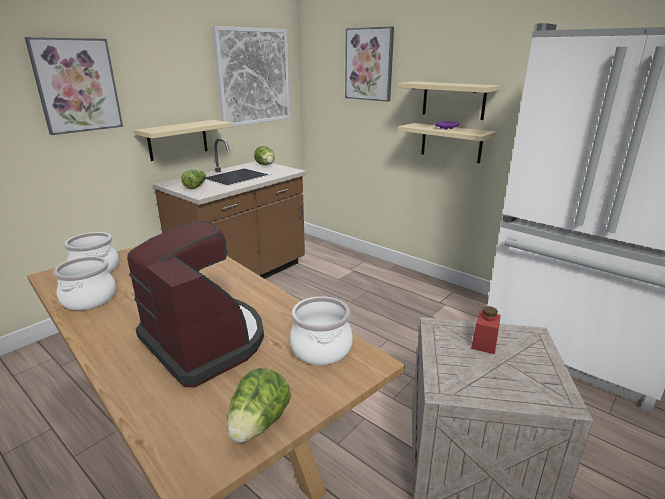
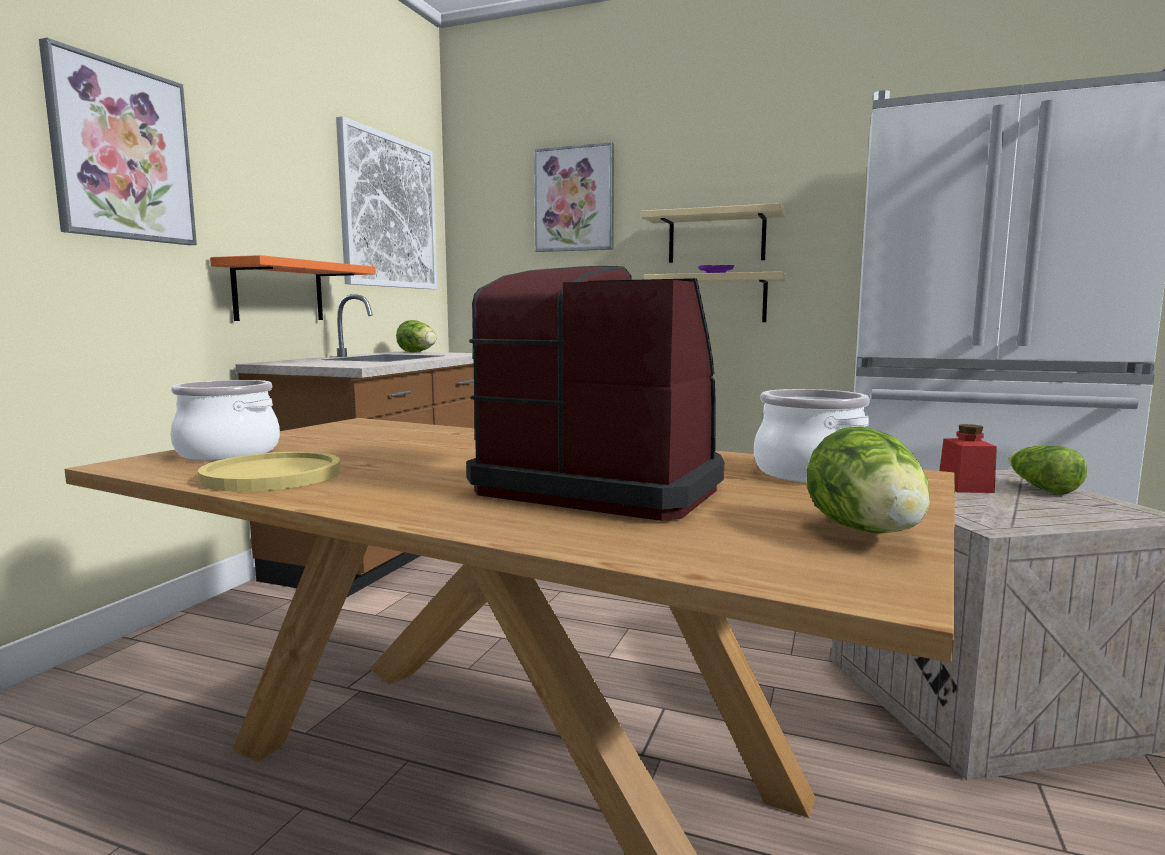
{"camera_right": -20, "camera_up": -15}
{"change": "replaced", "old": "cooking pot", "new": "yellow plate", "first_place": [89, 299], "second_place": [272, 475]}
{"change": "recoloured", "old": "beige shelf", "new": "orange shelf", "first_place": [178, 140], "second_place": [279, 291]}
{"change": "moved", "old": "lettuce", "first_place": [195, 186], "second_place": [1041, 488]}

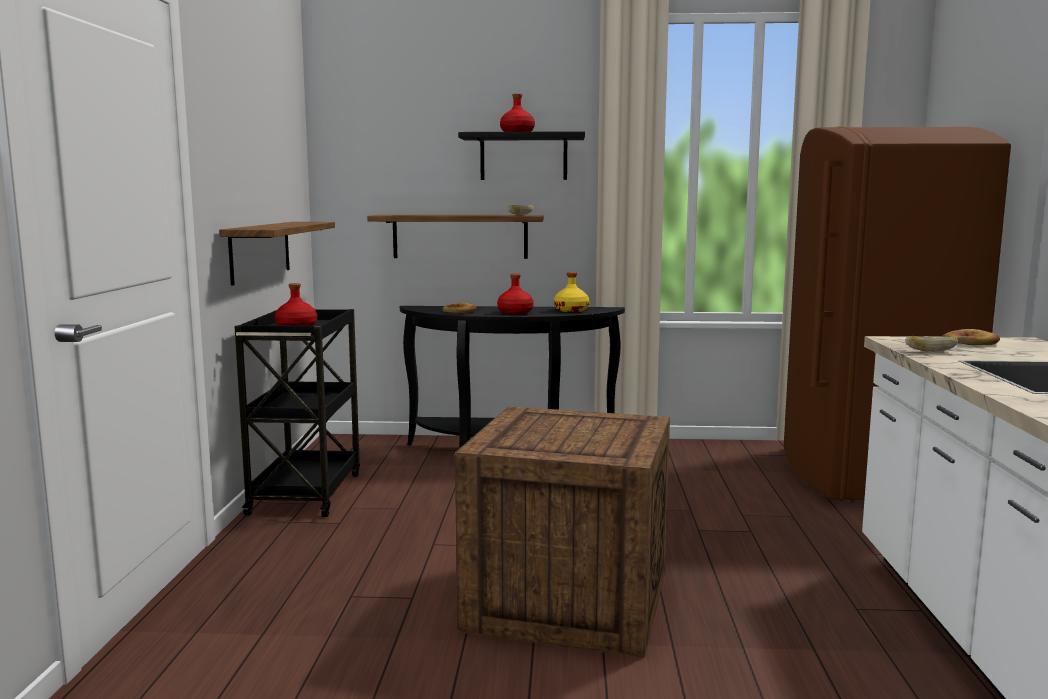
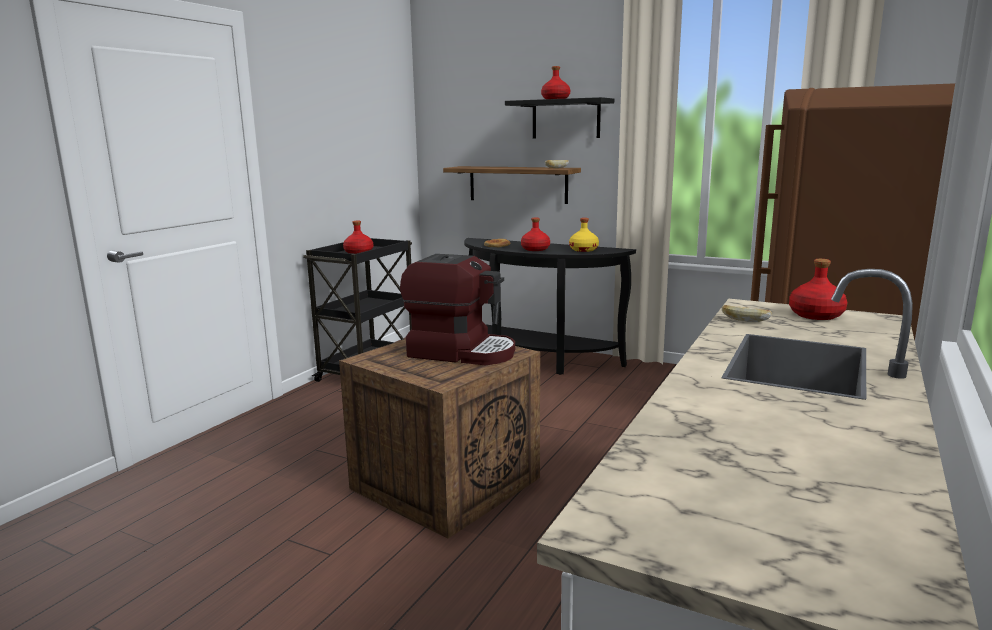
{"camera_right": 25, "camera_up": 5}
{"change": "removed", "old": "shelf", "first_place": [260, 251]}
{"change": "replaced", "old": "bread", "new": "red bottle", "first_place": [971, 342], "second_place": [816, 315]}
{"change": "added", "new": "coffee machine", "second_place": [461, 352]}

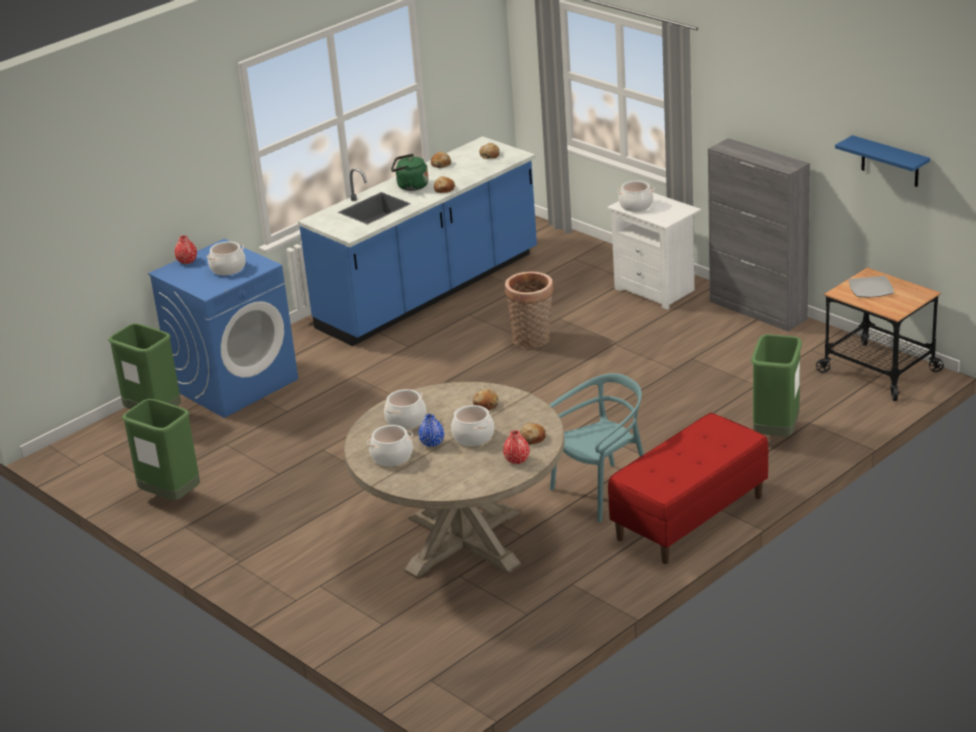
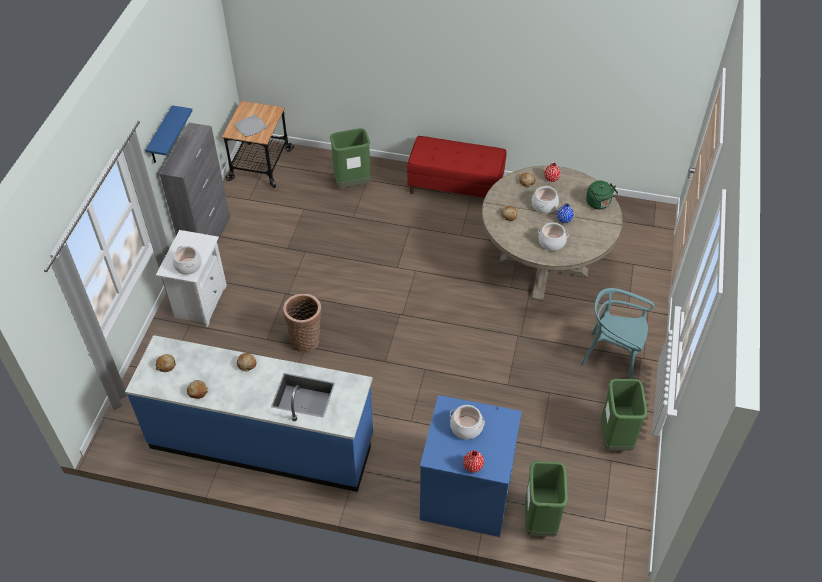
{"camera_right": -125, "camera_up": 20}
{"change": "removed", "old": "cooking pot", "first_place": [391, 457]}
{"change": "moved", "old": "green kettle", "first_place": [410, 186], "second_place": [599, 203]}
{"change": "moved", "old": "turquoise chair", "first_place": [602, 492], "second_place": [612, 357]}
{"change": "moved", "old": "blue shelf", "first_place": [890, 162], "second_place": [161, 137]}

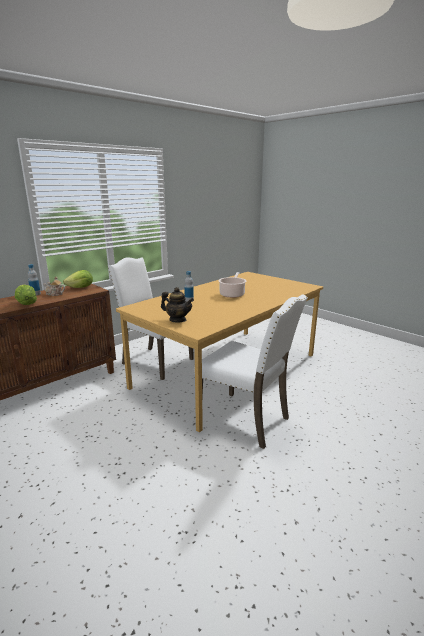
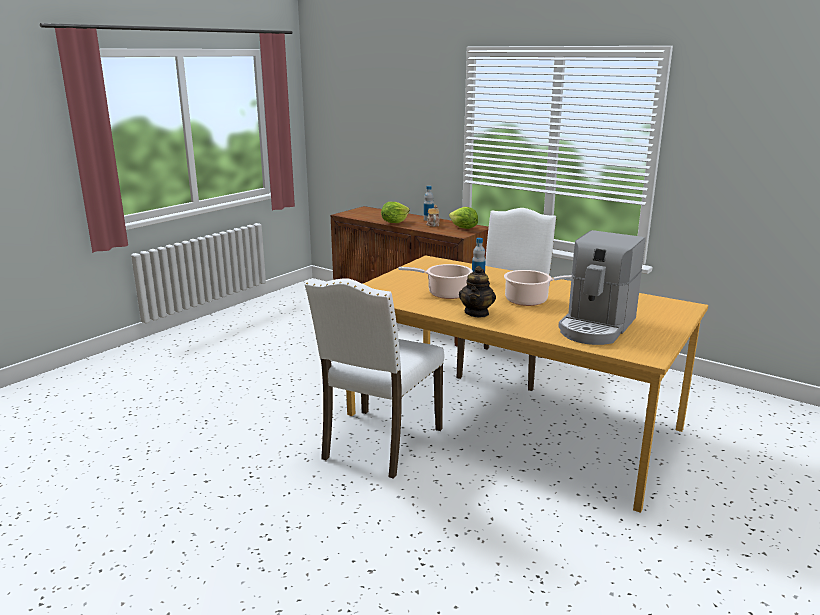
{"camera_right": 80, "camera_up": 0}
{"change": "moved", "old": "teapot", "first_place": [177, 320], "second_place": [477, 313]}
{"change": "added", "new": "cooking pot", "second_place": [445, 293]}
{"change": "added", "new": "coffee machine", "second_place": [596, 326]}

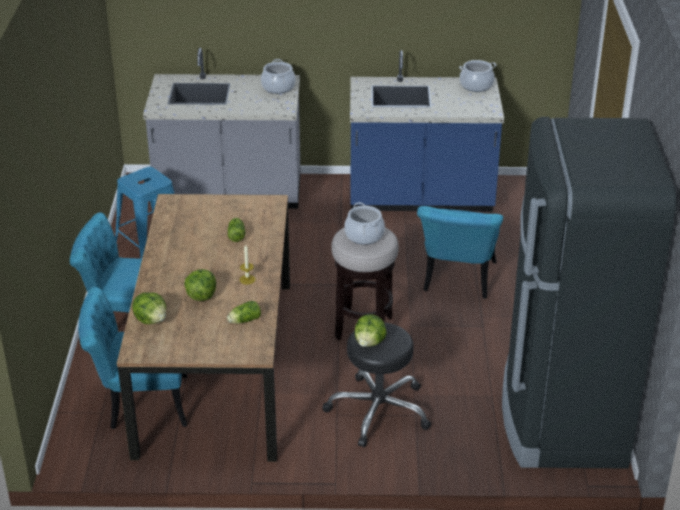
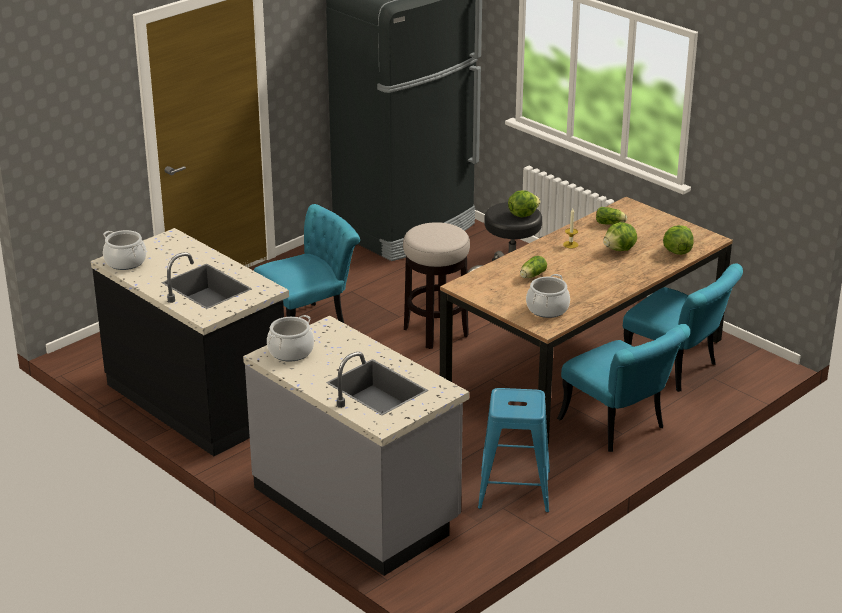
{"camera_right": -135, "camera_up": -5}
{"change": "moved", "old": "cooking pot", "first_place": [364, 235], "second_place": [547, 309]}
{"change": "recoloured", "old": "blue counter", "new": "black counter", "first_place": [420, 198], "second_place": [198, 400]}

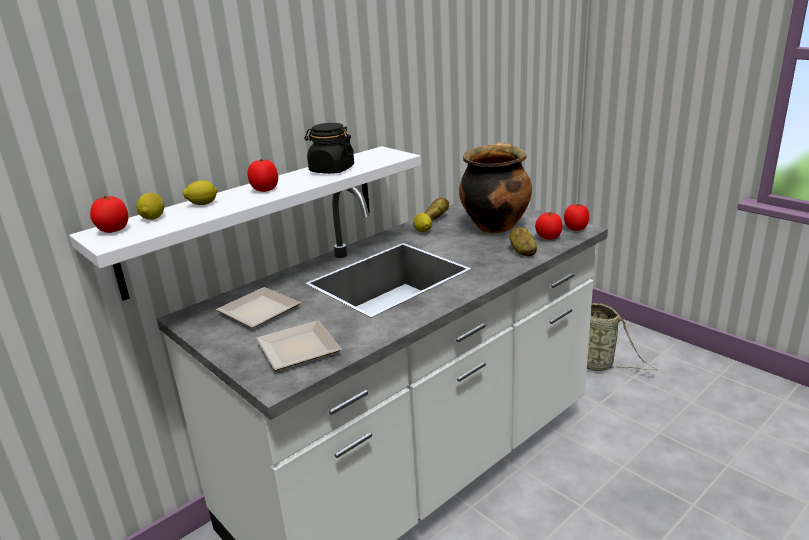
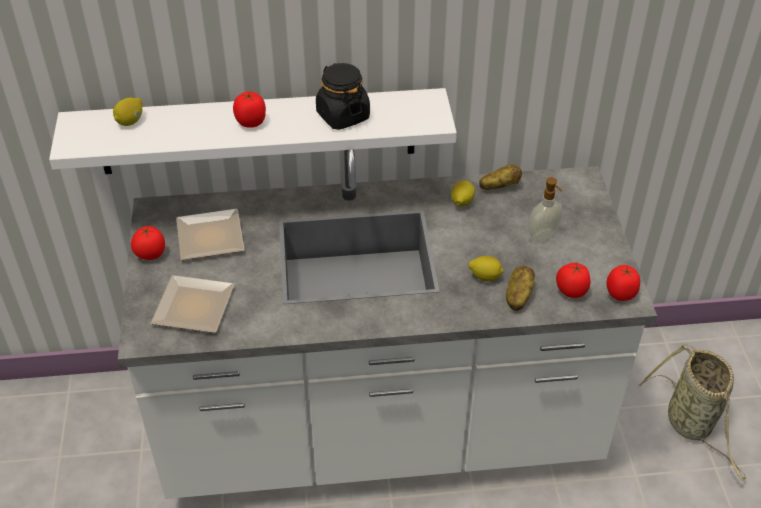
{"camera_right": 35, "camera_up": 20}
{"change": "moved", "old": "tomato", "first_place": [113, 231], "second_place": [150, 255]}
{"change": "moved", "old": "lemon", "first_place": [203, 204], "second_place": [485, 277]}
{"change": "replaced", "old": "cooking pot", "new": "soap dispenser", "first_place": [494, 226], "second_place": [543, 236]}

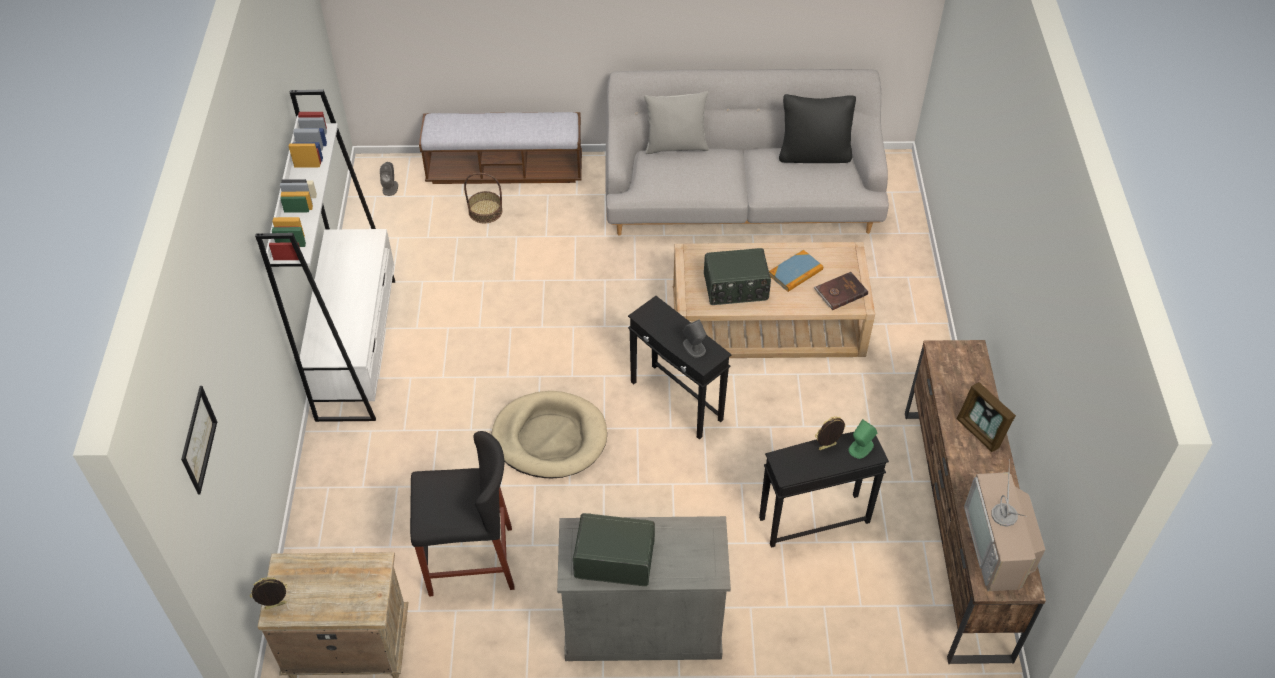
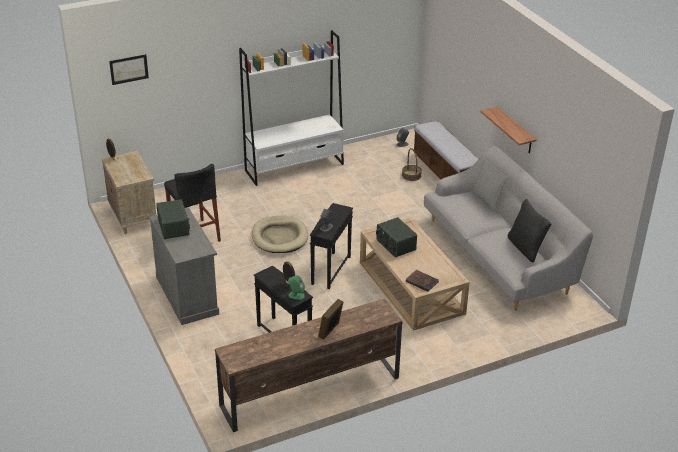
{"camera_right": 65, "camera_up": -15}
{"change": "removed", "old": "book", "first_place": [795, 272]}
{"change": "removed", "old": "television", "first_place": [999, 547]}
{"change": "added", "new": "shelf", "second_place": [515, 131]}

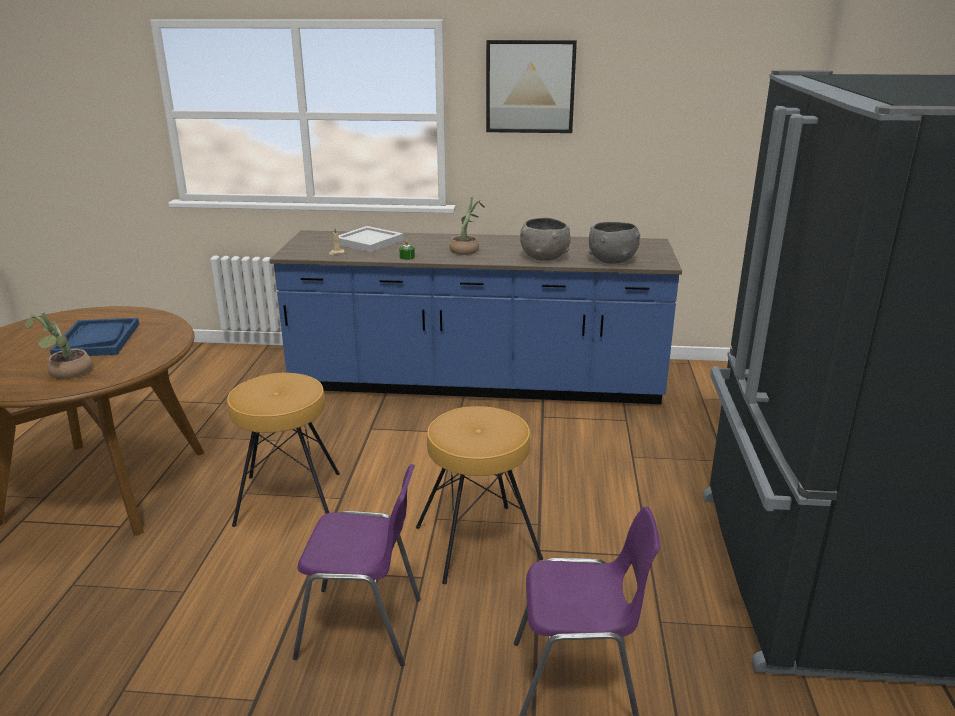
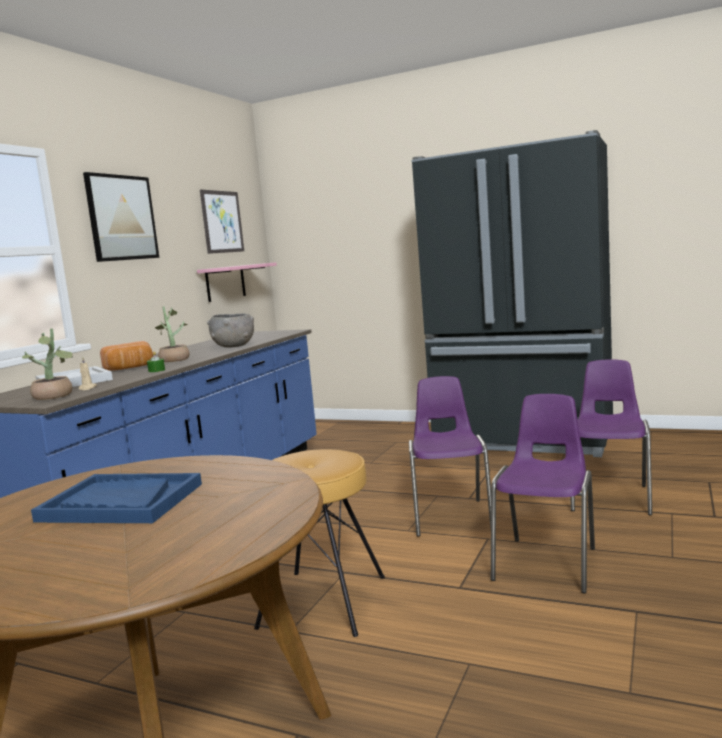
{"camera_right": -70, "camera_up": -15}
{"change": "moved", "old": "potted plant", "first_place": [67, 374], "second_place": [55, 396]}
{"change": "replaced", "old": "brown stool", "new": "purple chair", "first_place": [478, 543], "second_place": [451, 516]}
{"change": "removed", "old": "grey bowl", "first_place": [611, 260]}
{"change": "added", "new": "bread", "second_place": [130, 368]}
{"change": "added", "new": "pink shelf", "second_place": [225, 283]}
{"change": "added", "new": "picture", "second_place": [222, 222]}

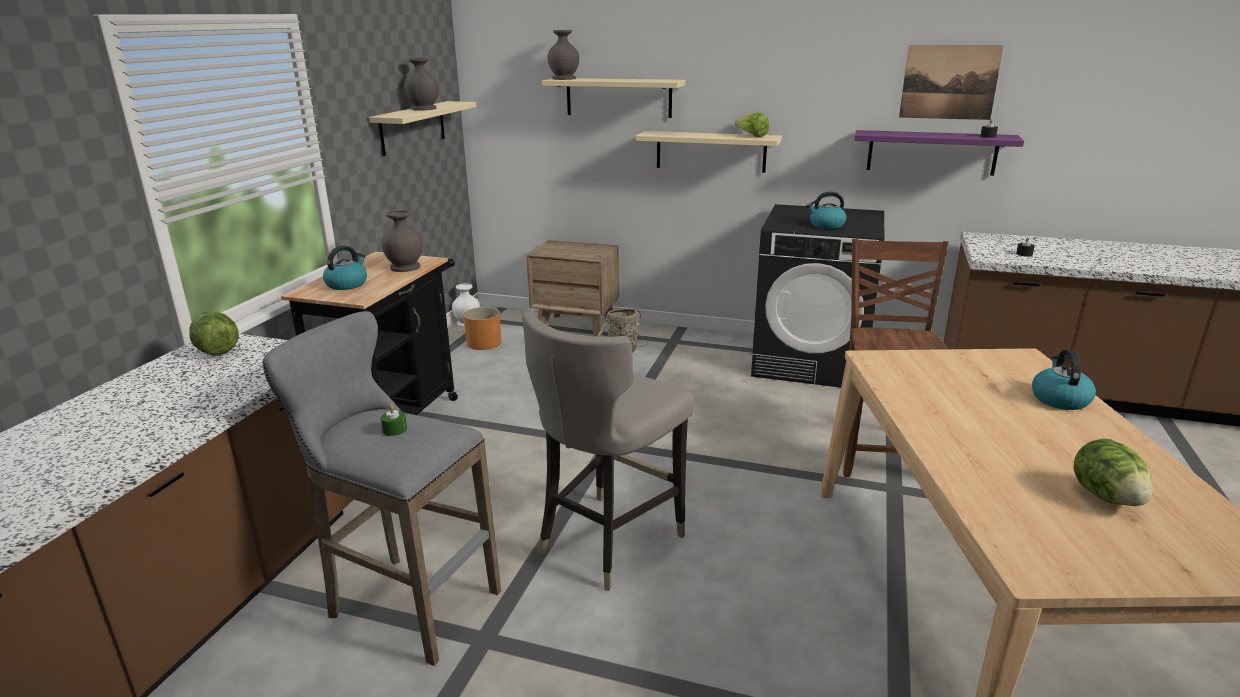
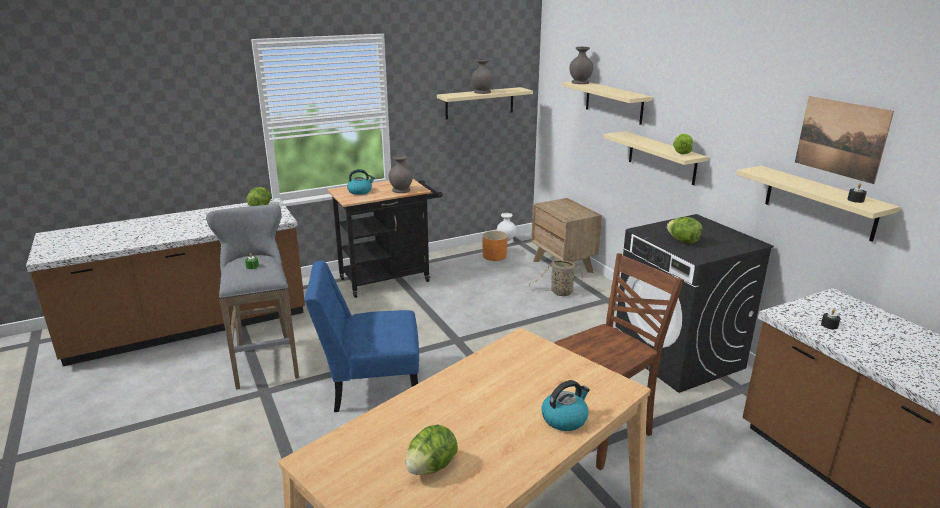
{"camera_right": 45, "camera_up": 0}
{"change": "replaced", "old": "grey stool", "new": "blue chair", "first_place": [607, 542], "second_place": [370, 385]}
{"change": "replaced", "old": "kettle", "new": "lettuce", "first_place": [826, 225], "second_place": [683, 241]}
{"change": "recoloured", "old": "purple shelf", "new": "beige shelf", "first_place": [931, 152], "second_place": [819, 202]}

